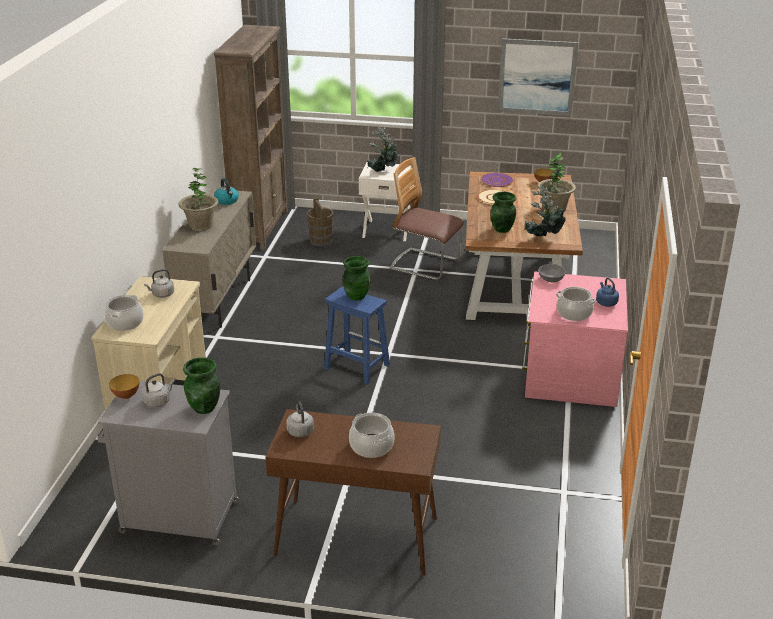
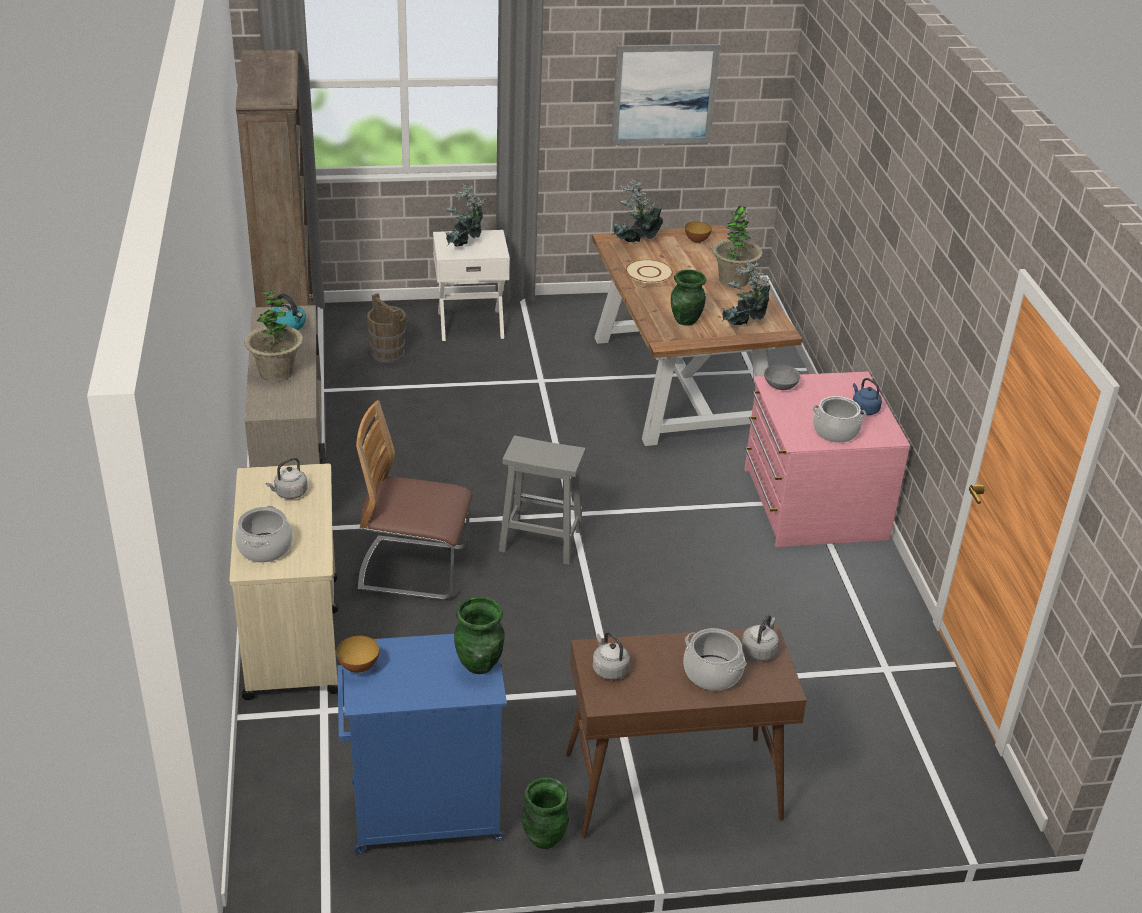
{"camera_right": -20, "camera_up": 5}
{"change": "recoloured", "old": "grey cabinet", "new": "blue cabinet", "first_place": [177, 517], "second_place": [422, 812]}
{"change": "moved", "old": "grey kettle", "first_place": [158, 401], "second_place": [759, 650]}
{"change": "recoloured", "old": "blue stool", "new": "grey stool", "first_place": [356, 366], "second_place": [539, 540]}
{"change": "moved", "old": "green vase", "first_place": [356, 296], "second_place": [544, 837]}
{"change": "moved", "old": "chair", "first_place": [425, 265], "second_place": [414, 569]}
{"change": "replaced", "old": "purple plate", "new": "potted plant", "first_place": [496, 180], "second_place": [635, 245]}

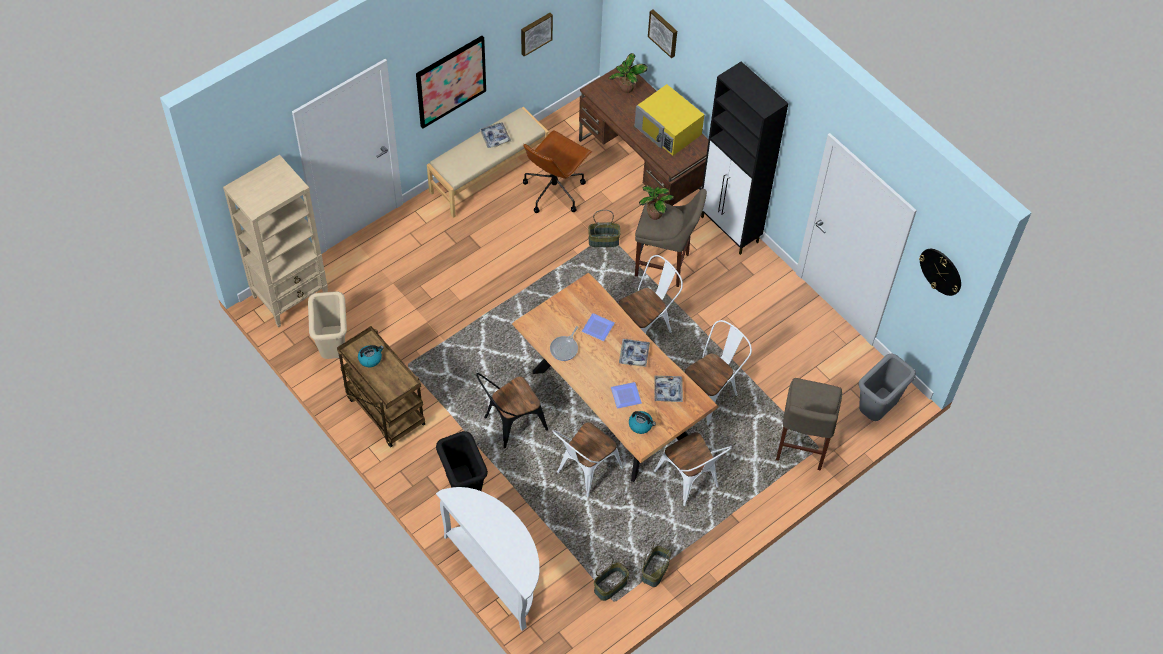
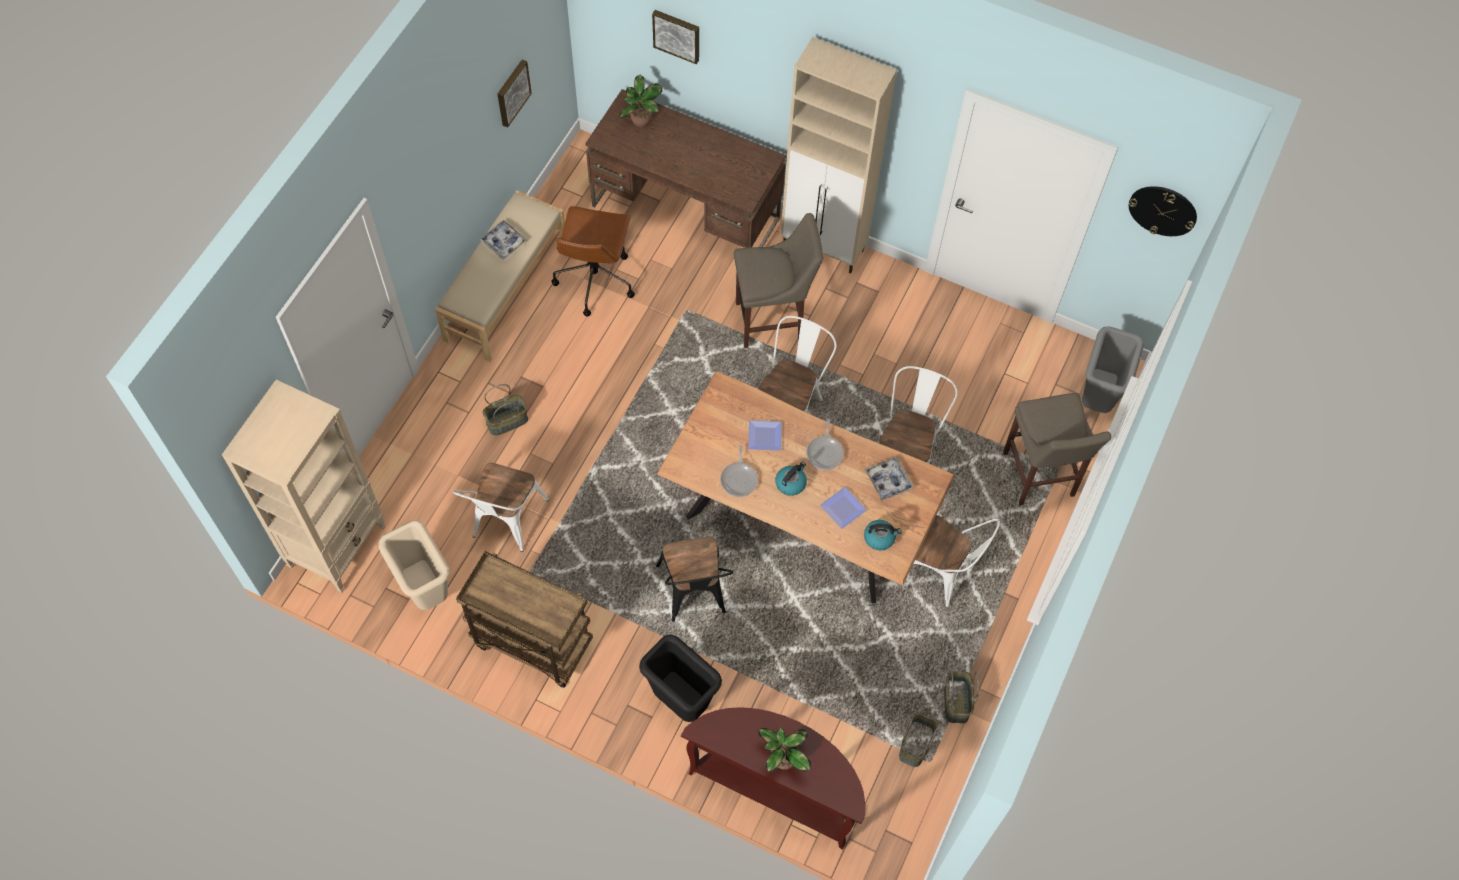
{"camera_right": -25, "camera_up": 5}
{"change": "moved", "old": "kettle", "first_place": [370, 358], "second_place": [791, 483]}
{"change": "removed", "old": "picture", "first_place": [450, 81]}
{"change": "recoloured", "old": "white console table", "new": "brown console table", "first_place": [497, 572], "second_place": [776, 789]}
{"change": "turned", "old": "black chair", "first_place": [510, 424], "second_place": [694, 594], "degrees": -45}
{"change": "moved", "old": "white chair", "first_place": [584, 472], "second_place": [506, 523]}
{"change": "moved", "old": "basket", "first_place": [604, 240], "second_place": [507, 420]}
{"change": "replaced", "old": "tray", "new": "frying pan", "first_place": [634, 355], "second_place": [825, 452]}
{"change": "removed", "old": "yellow microwave", "first_place": [668, 130]}
{"change": "moved", "old": "potted plant", "first_place": [653, 214], "second_place": [782, 760]}
{"change": "recoloured", "old": "black cabinet", "new": "beige cabinet", "first_place": [730, 230], "second_place": [824, 248]}

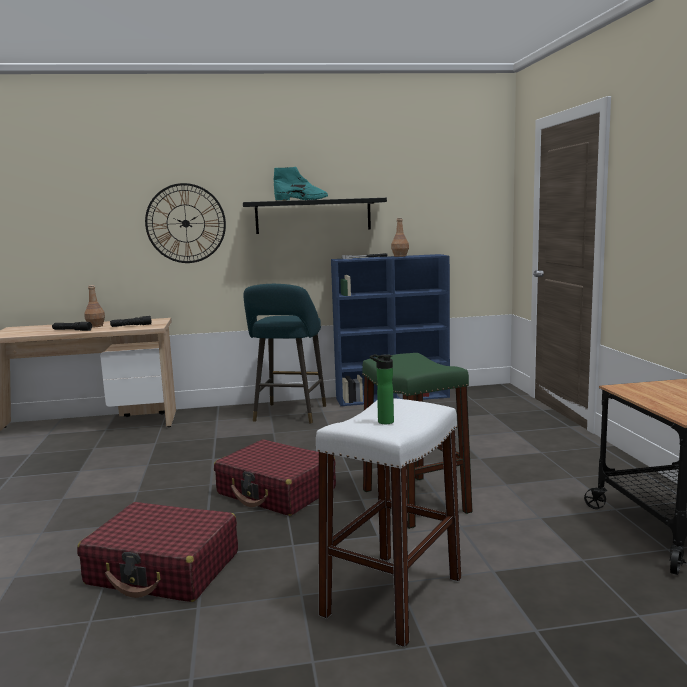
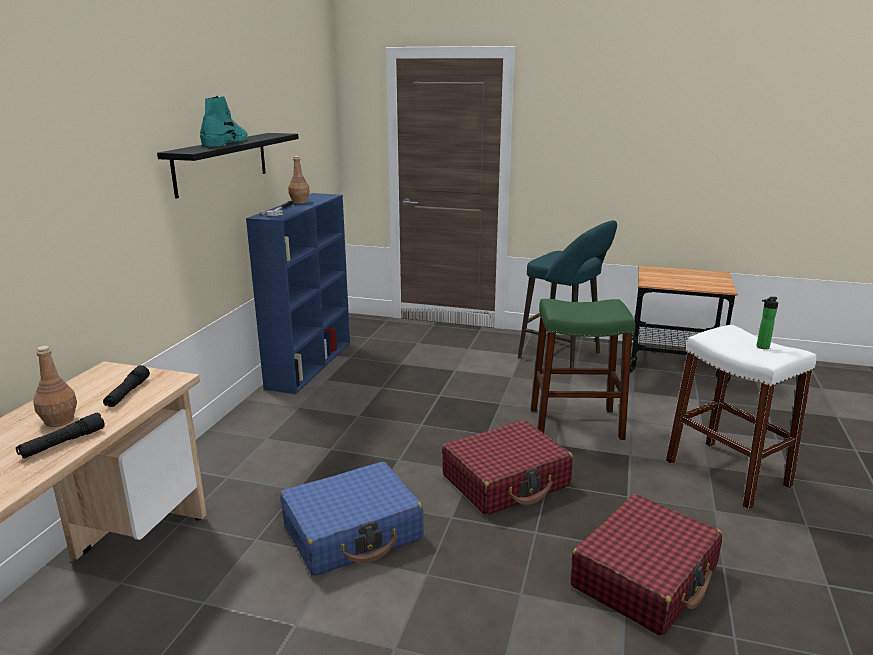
{"camera_right": -65, "camera_up": 10}
{"change": "removed", "old": "wall clock", "first_place": [185, 223]}
{"change": "moved", "old": "turquoise stool", "first_place": [289, 415], "second_place": [563, 356]}
{"change": "added", "new": "blue suitcase", "second_place": [353, 532]}

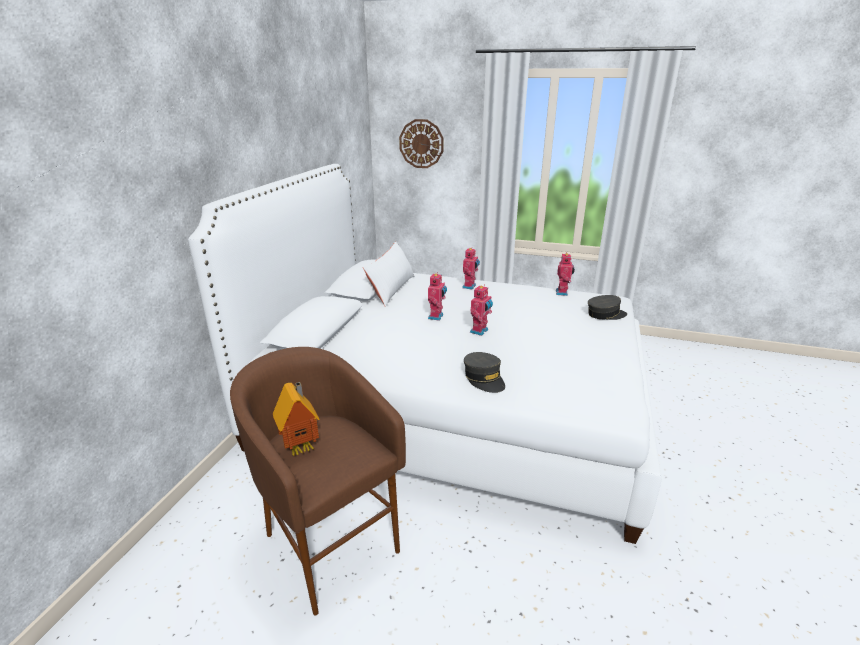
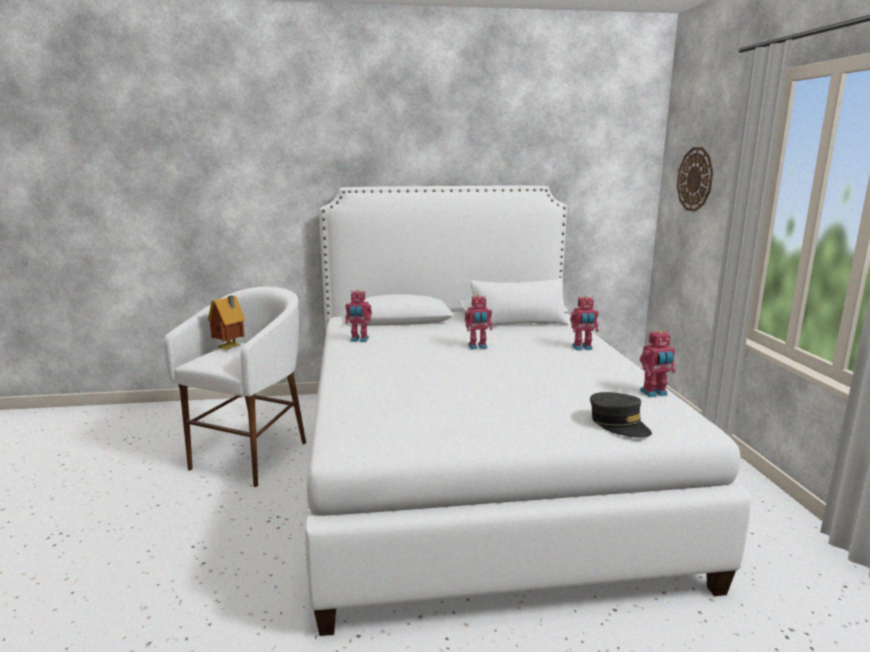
{"camera_right": 65, "camera_up": -10}
{"change": "recoloured", "old": "brown stool", "new": "white stool", "first_place": [328, 545], "second_place": [252, 456]}
{"change": "removed", "old": "grey cap", "first_place": [484, 379]}
{"change": "moved", "old": "toy robot", "first_place": [480, 331], "second_place": [359, 340]}

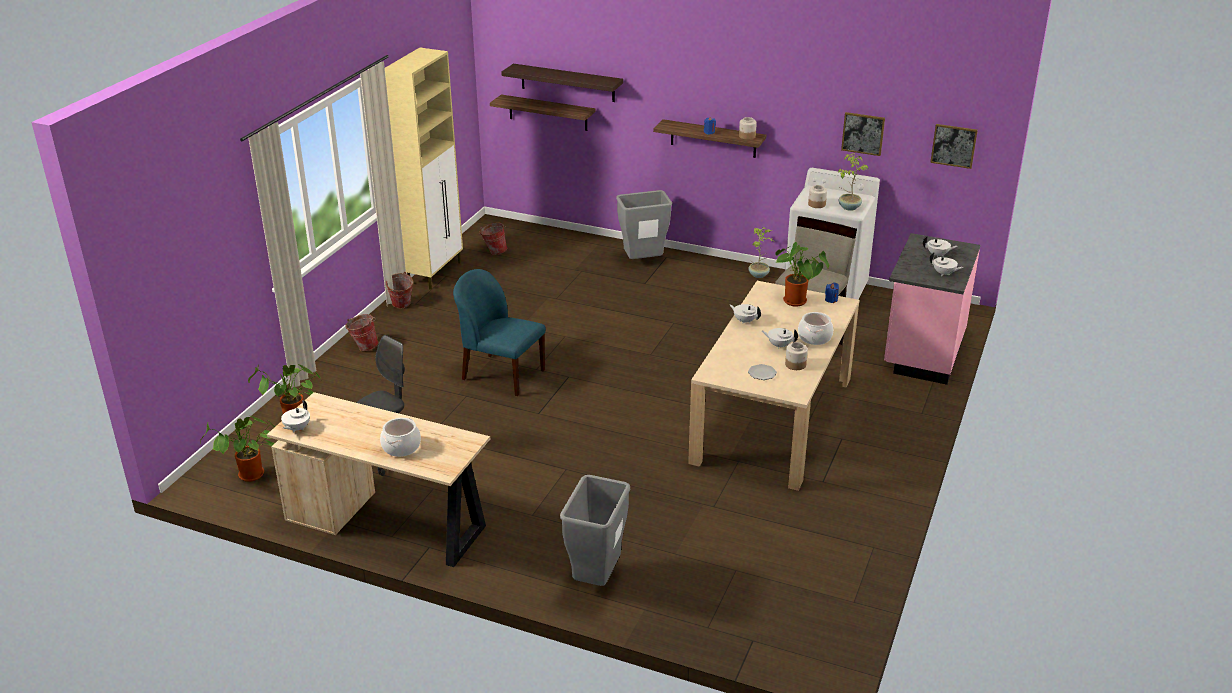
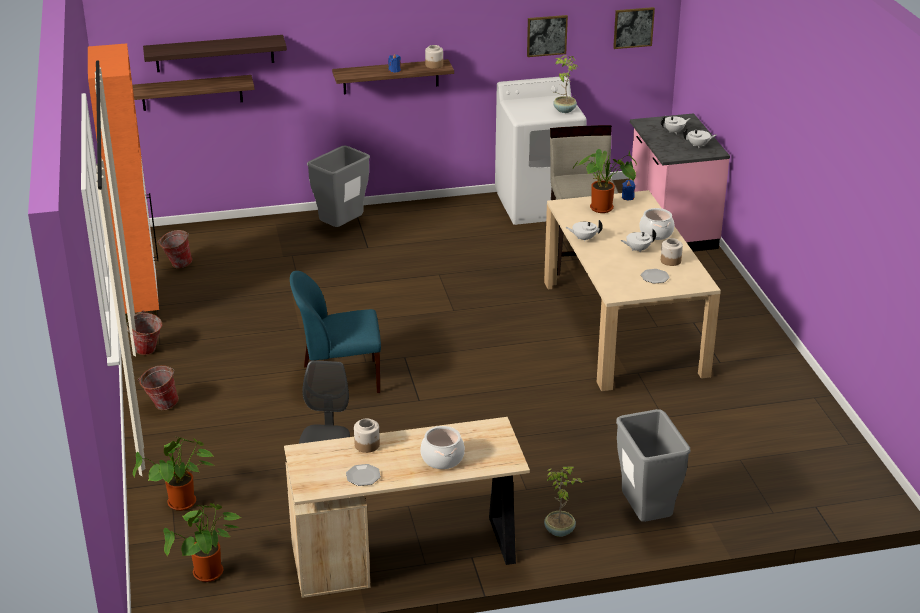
{"camera_right": -35, "camera_up": 0}
{"change": "removed", "old": "white teapot", "first_place": [297, 428]}
{"change": "recoloured", "old": "beige cabinet", "new": "orange cabinet", "first_place": [435, 273], "second_place": [141, 306]}
{"change": "moved", "old": "potted plant", "first_place": [759, 275], "second_place": [560, 530]}
{"change": "moved", "old": "jar", "first_place": [817, 204], "second_place": [367, 445]}
{"change": "added", "new": "plate", "second_place": [363, 476]}

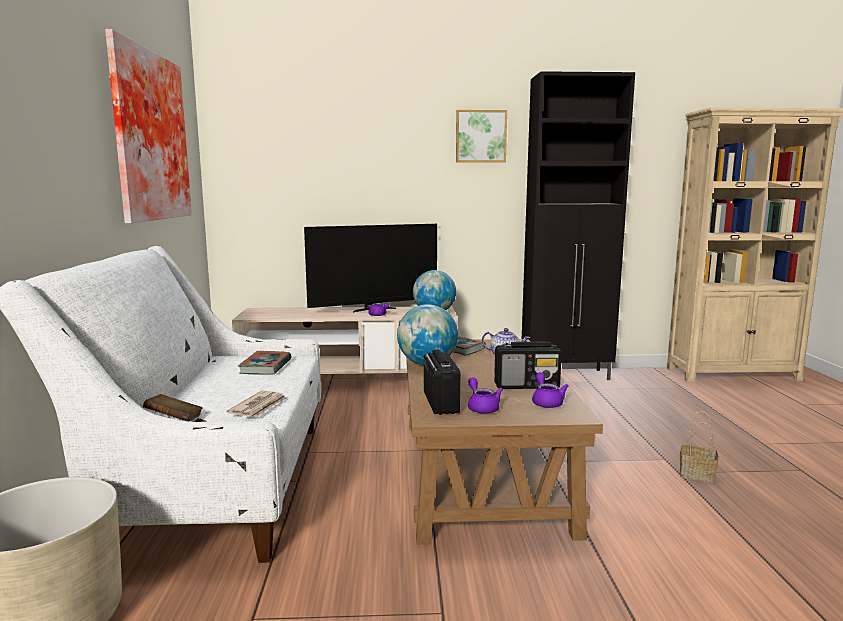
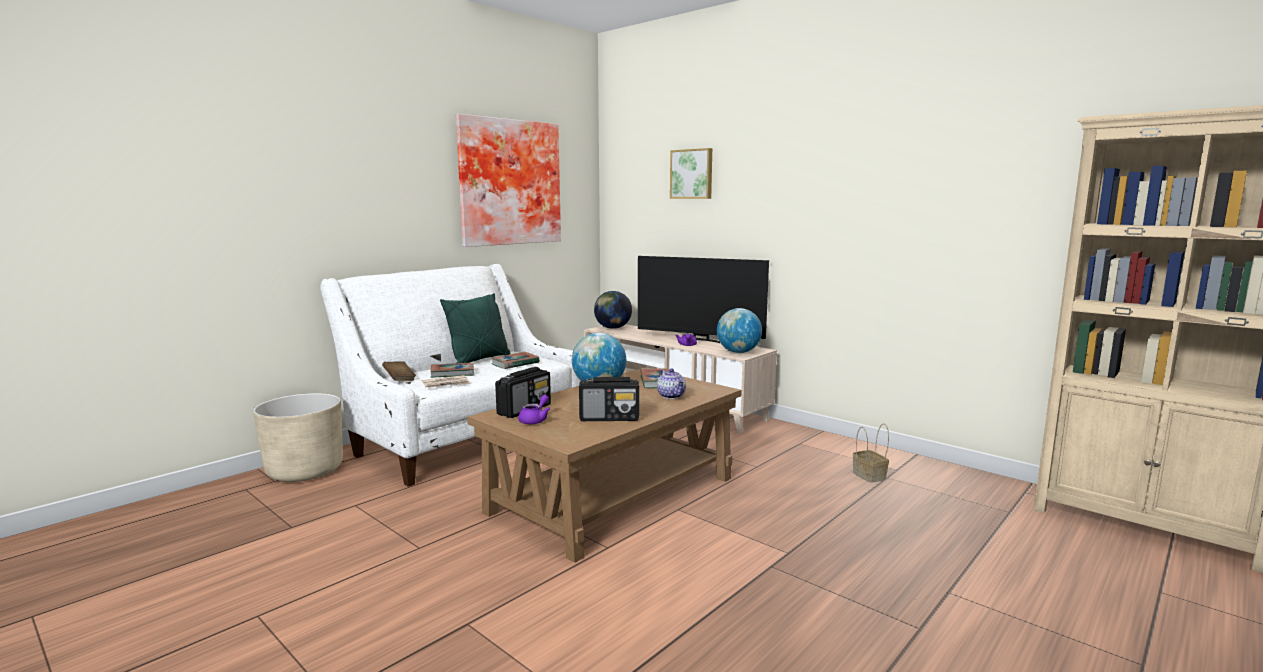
{"camera_right": 45, "camera_up": 0}
{"change": "moved", "old": "picture", "first_place": [480, 136], "second_place": [692, 174]}
{"change": "turned", "old": "radio", "first_place": [527, 385], "second_place": [610, 418], "degrees": -45}
{"change": "removed", "old": "black cabinet", "first_place": [567, 375]}
{"change": "removed", "old": "purple teapot", "first_place": [546, 402]}
{"change": "moved", "old": "basket", "first_place": [698, 474], "second_place": [870, 476]}
{"change": "added", "new": "book", "second_place": [452, 373]}
{"change": "added", "new": "green pillow", "second_place": [479, 360]}
{"change": "added", "new": "globe", "second_place": [612, 328]}

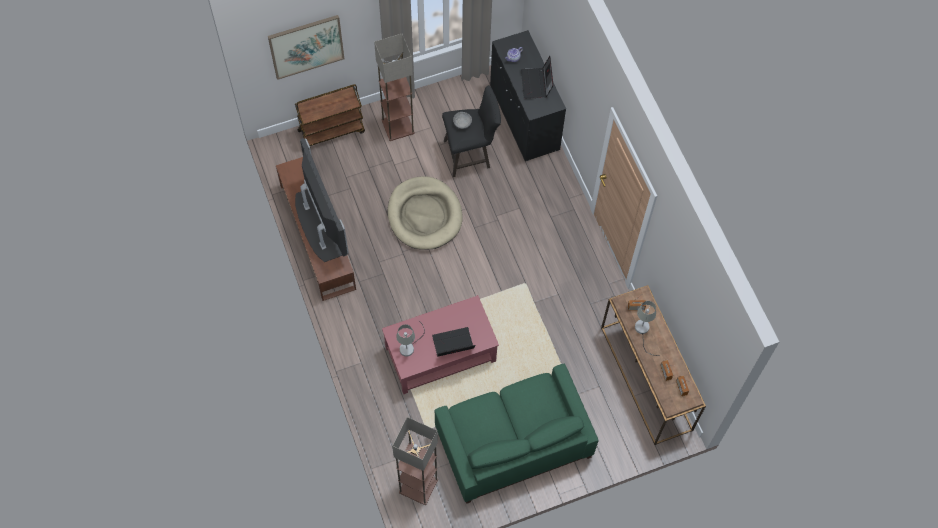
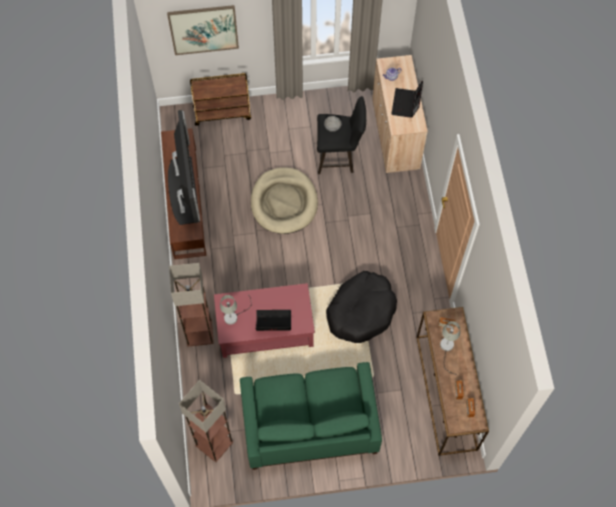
{"camera_right": 15, "camera_up": 0}
{"change": "moved", "old": "floor lamp", "first_place": [398, 126], "second_place": [200, 332]}
{"change": "recoloured", "old": "black cabinet", "new": "beige cabinet", "first_place": [524, 118], "second_place": [395, 134]}
{"change": "added", "new": "black dog bed", "second_place": [361, 311]}

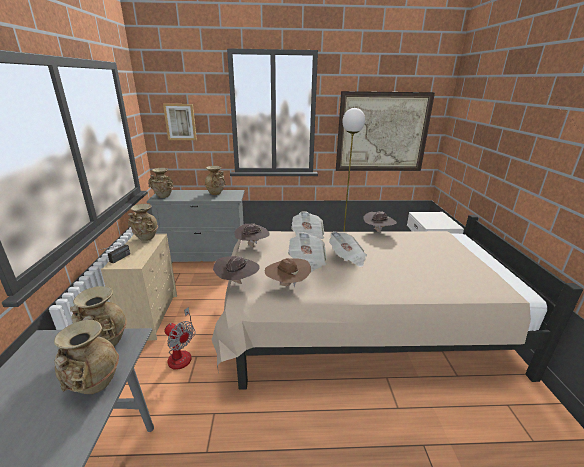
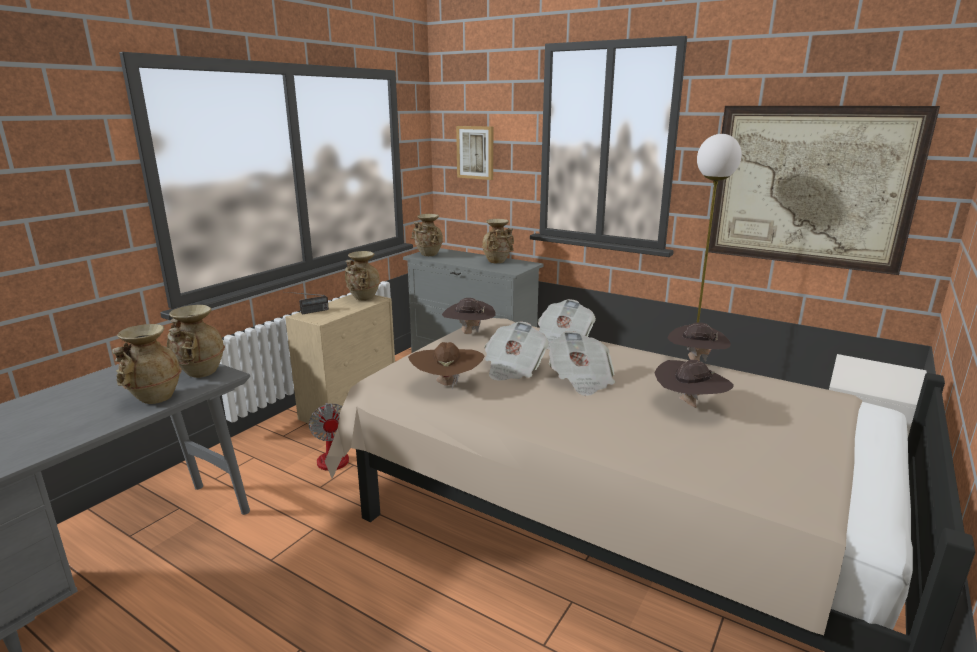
{"camera_right": 35, "camera_up": -5}
{"change": "moved", "old": "brown hat", "first_place": [237, 283], "second_place": [689, 406]}

